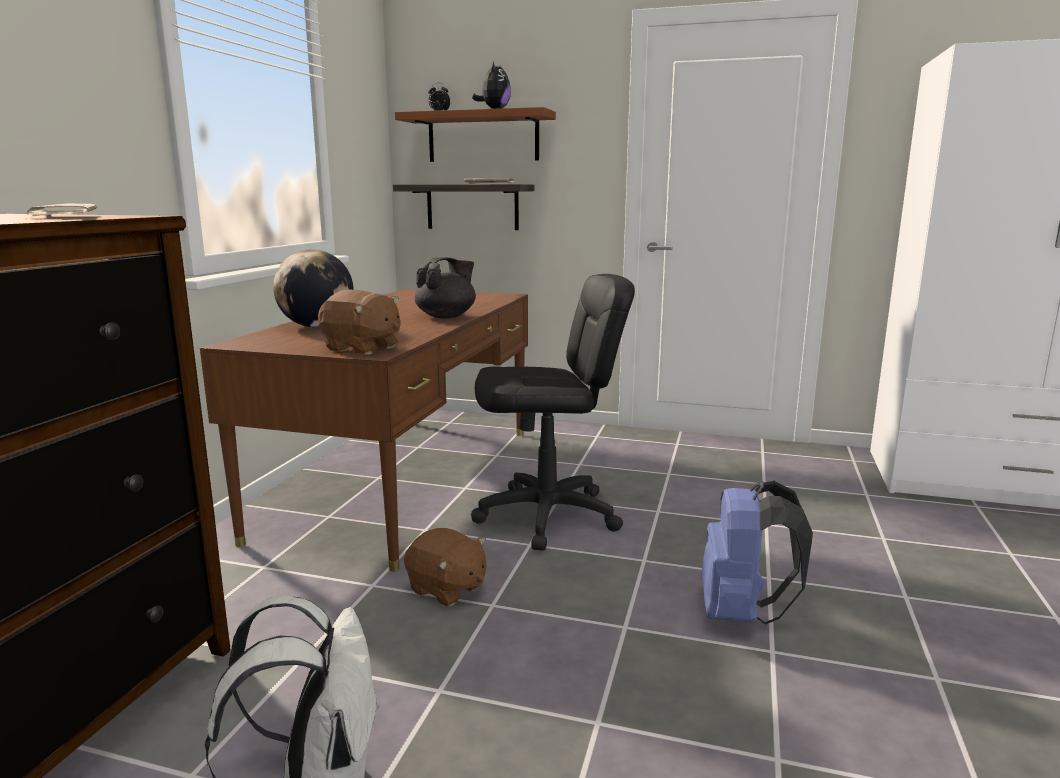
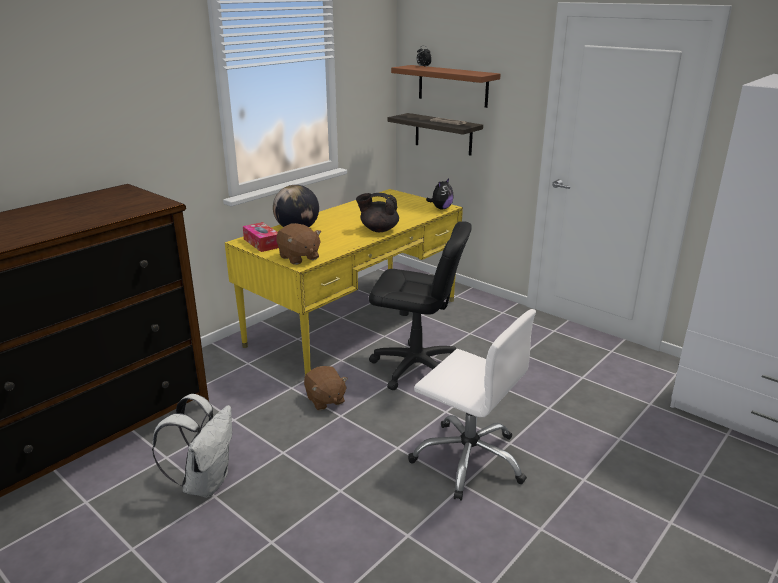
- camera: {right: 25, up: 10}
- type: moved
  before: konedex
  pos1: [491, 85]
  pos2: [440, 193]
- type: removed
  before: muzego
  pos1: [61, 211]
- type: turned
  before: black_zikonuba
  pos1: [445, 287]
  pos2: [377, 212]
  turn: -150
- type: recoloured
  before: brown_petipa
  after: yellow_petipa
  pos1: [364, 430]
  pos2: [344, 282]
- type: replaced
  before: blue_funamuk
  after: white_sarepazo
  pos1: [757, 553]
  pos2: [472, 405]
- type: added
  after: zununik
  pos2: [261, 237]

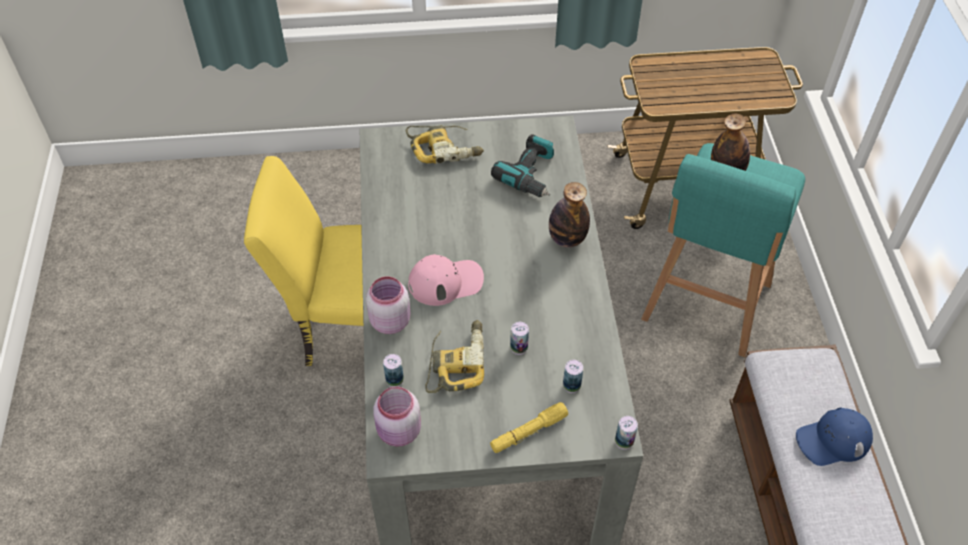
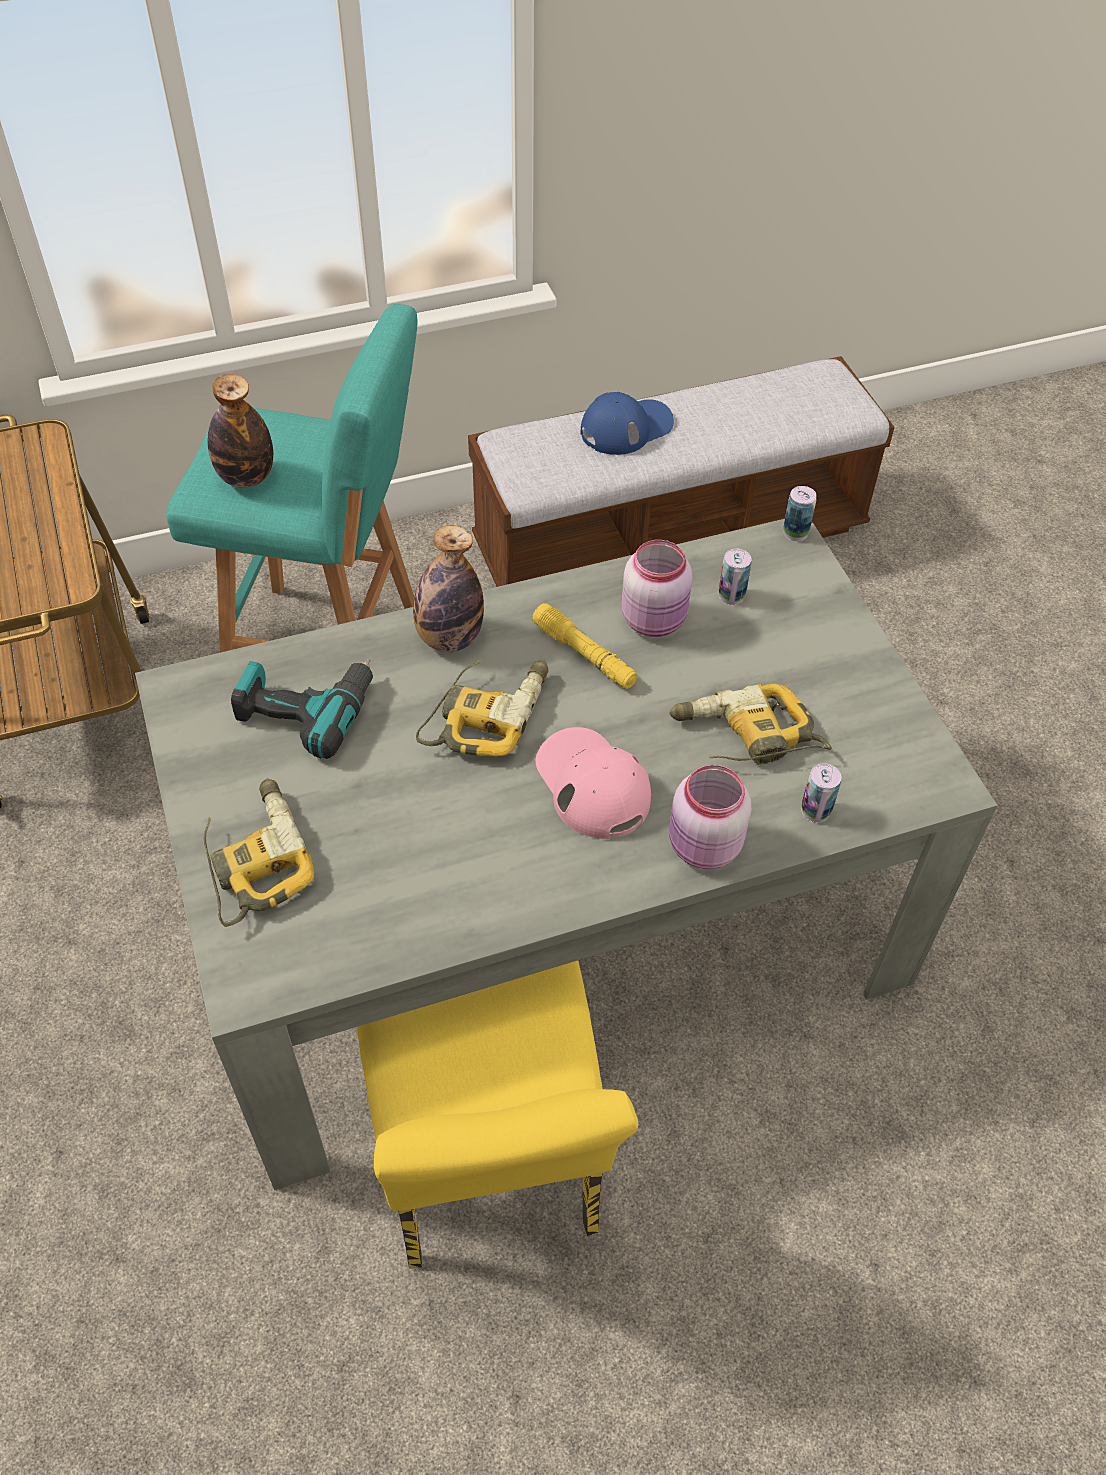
- camera: {right: -105, up: 0}
- type: removed
  before: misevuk
  pos1: [519, 338]
- type: moved
  before: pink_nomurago
  pos1: [397, 416]
  pos2: [657, 588]
- type: moved
  before: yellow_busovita
  pos1: [529, 427]
  pos2: [585, 646]
- type: turned
  before: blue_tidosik
  pos1: [834, 437]
  pos2: [627, 423]
  turn: -90
- type: added
  after: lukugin
  pos2: [482, 708]

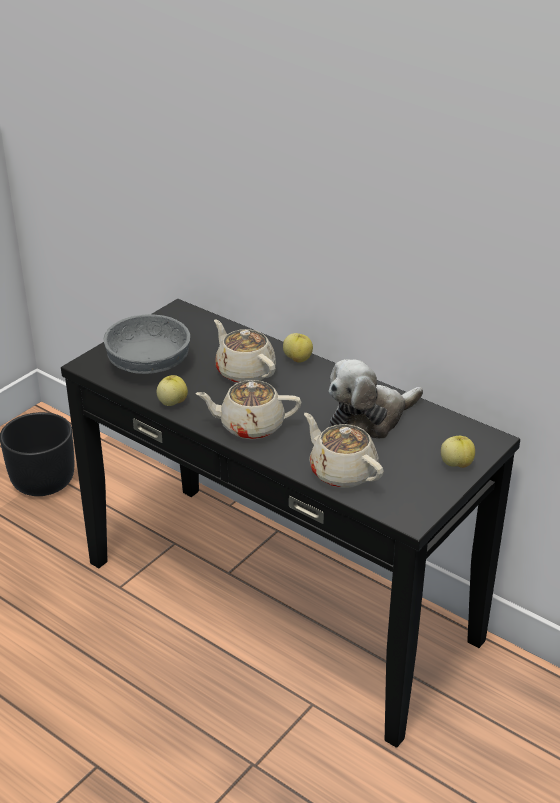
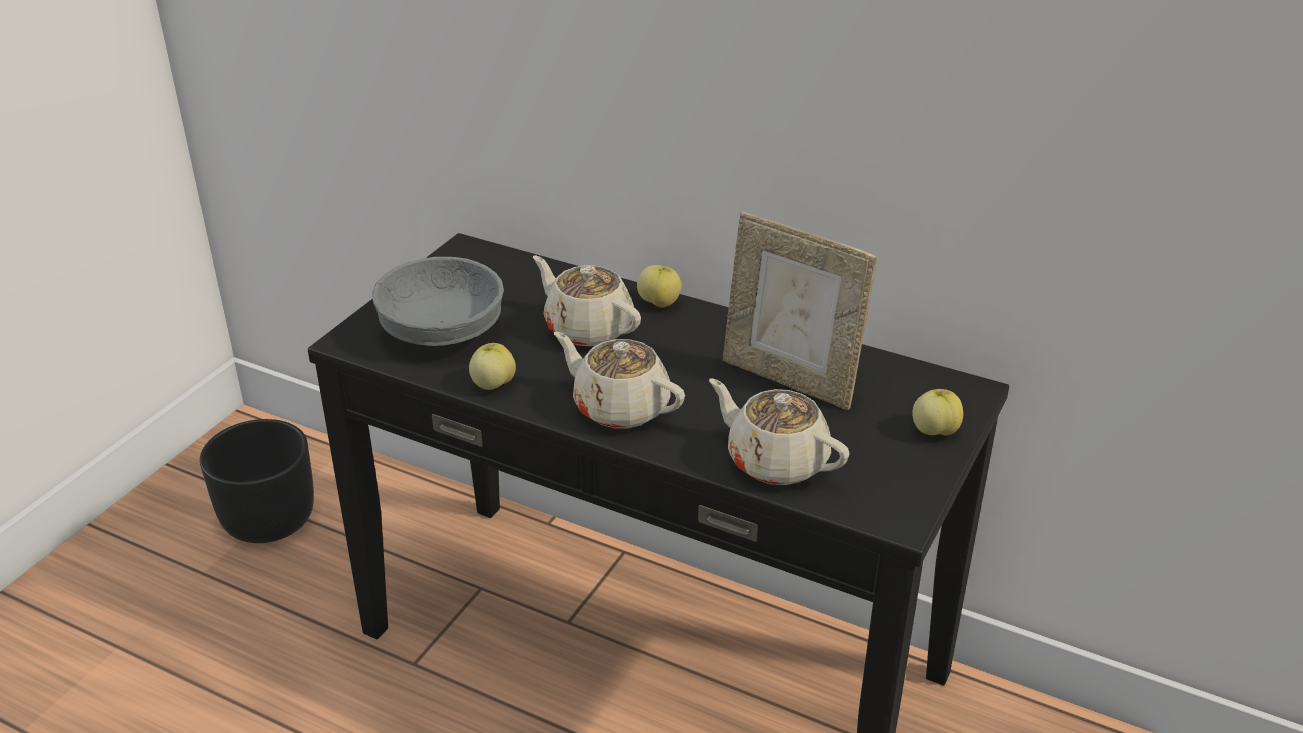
- camera: {right: -10, up: 0}
- type: replaced
  before: konedex
  after: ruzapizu
  pos1: [376, 399]
  pos2: [800, 311]
- type: turned
  before: beige_zikonuba
  pos1: [248, 410]
  pos2: [619, 380]
  turn: 45

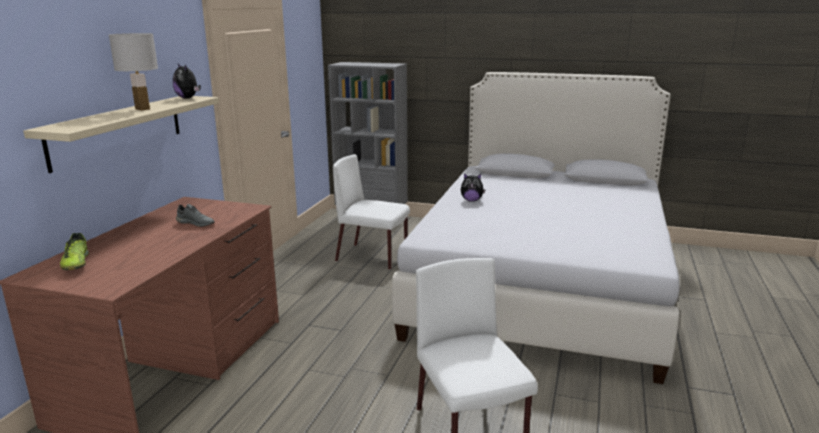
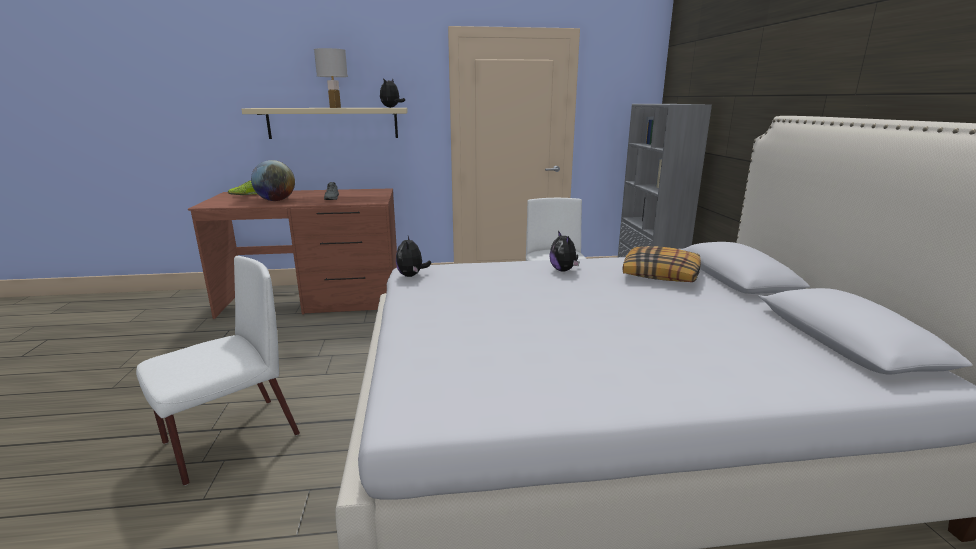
- camera: {right: 65, up: 0}
- type: added
  after: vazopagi
  pos2: [273, 180]
- type: added
  after: konedex
  pos2: [413, 256]
- type: added
  after: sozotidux
  pos2: [662, 264]

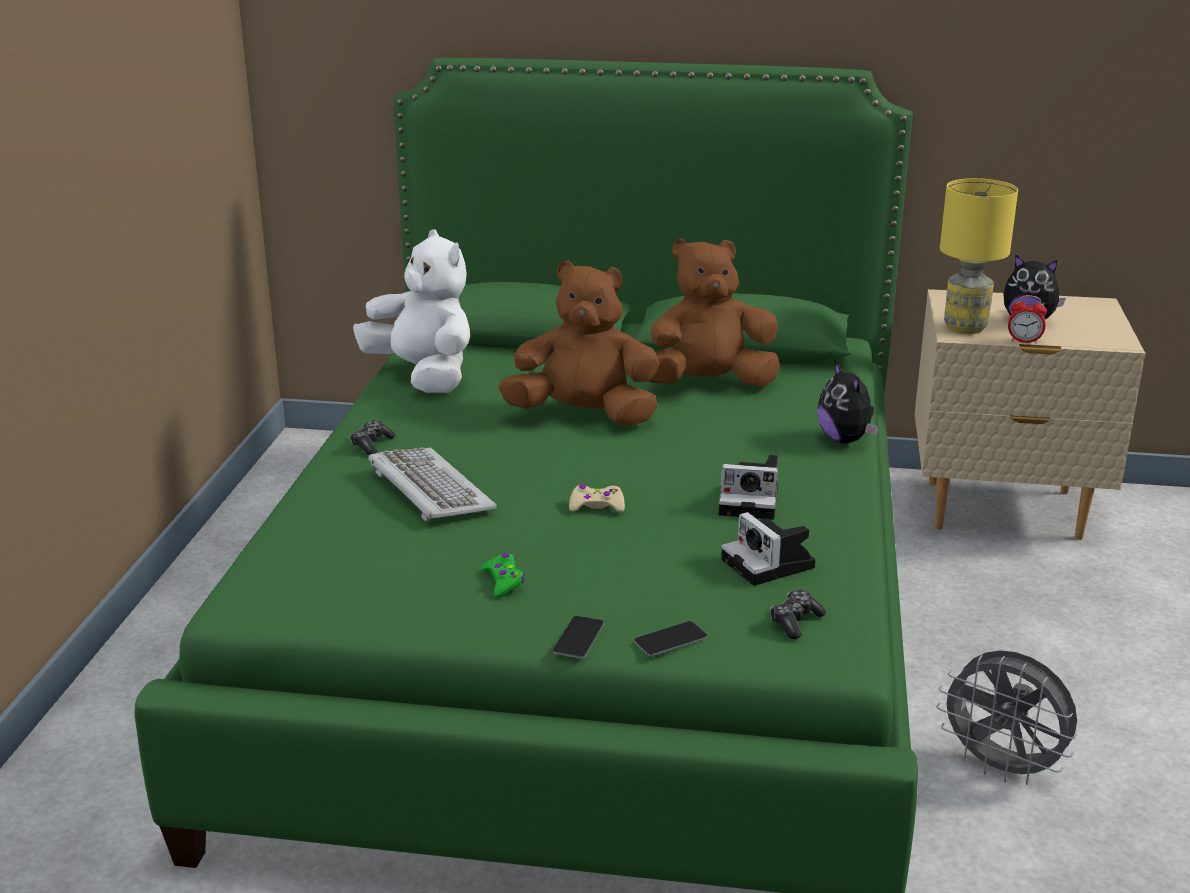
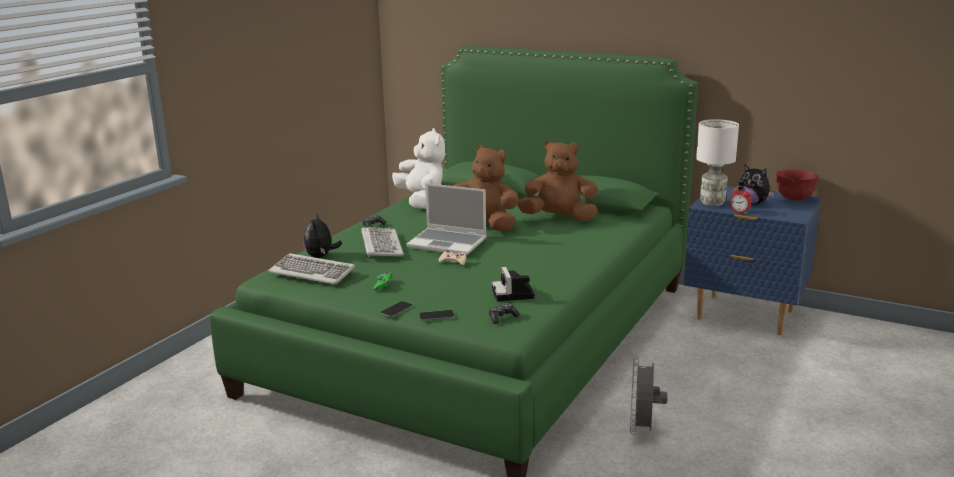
- camera: {right: 20, up: -5}
- type: recoloured
  before: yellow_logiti
  after: white_logiti
  pos1: [979, 256]
  pos2: [717, 162]
- type: recoloured
  before: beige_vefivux
  after: blue_vefivux
  pos1: [1030, 414]
  pos2: [752, 260]
- type: moved
  before: konedex
  pos1: [848, 402]
  pos2: [323, 236]
- type: removed
  before: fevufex
  pos1: [748, 487]
- type: turned
  before: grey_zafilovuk
  pos1: [1006, 717]
  pos2: [649, 396]
  turn: 45
- type: added
  after: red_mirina
  pos2: [796, 185]
- type: added
  after: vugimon
  pos2: [446, 219]
- type: added
  after: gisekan
  pos2: [312, 268]

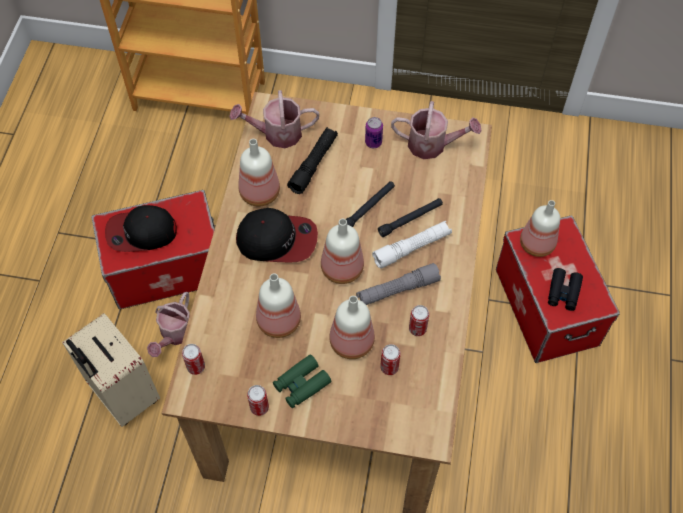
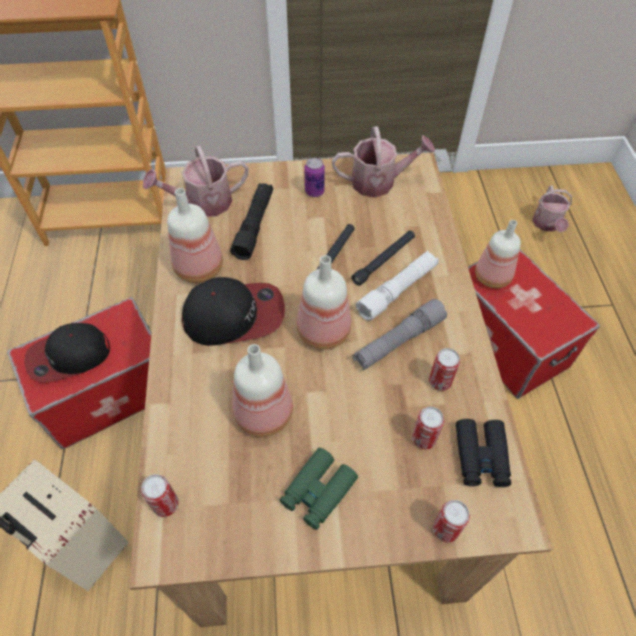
- camera: {right: -15, up: -5}
- type: moved
  before: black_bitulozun
  pos1: [565, 289]
  pos2: [483, 453]
- type: moved
  before: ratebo
  pos1: [168, 324]
  pos2: [552, 209]
- type: removed
  before: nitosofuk
  pos1: [352, 327]
- type: moved
  before: misevuk
  pos1: [258, 400]
  pos2: [451, 521]

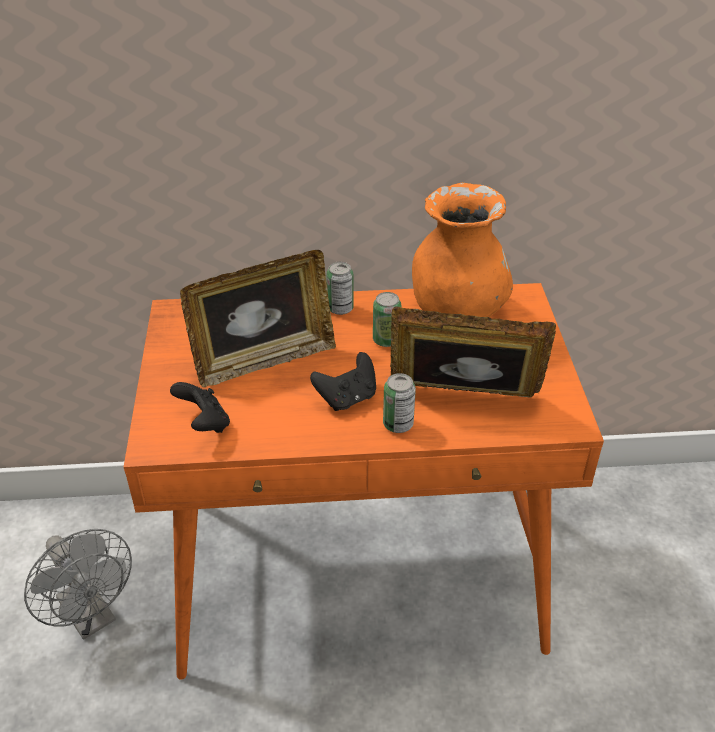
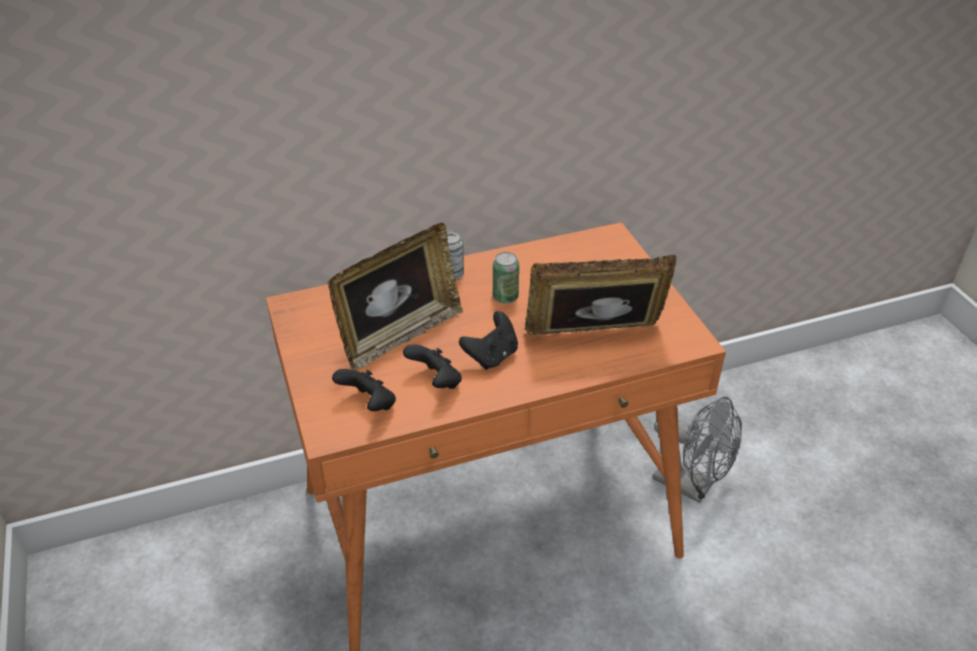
- camera: {right: -15, up: 0}
- type: removed
  before: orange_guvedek
  pos1: [462, 250]
- type: removed
  before: misevuk
  pos1: [399, 403]
- type: moved
  before: grey_zafilovuk
  pos1: [78, 584]
  pos2: [697, 450]
- type: added
  after: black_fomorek
  pos2: [432, 366]

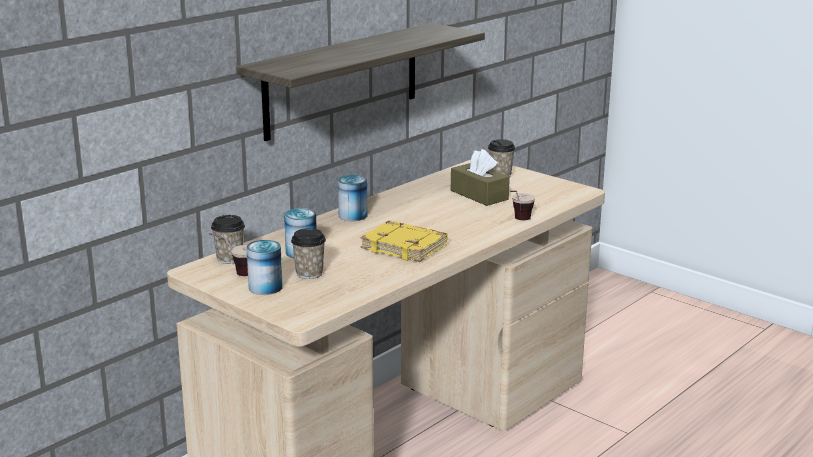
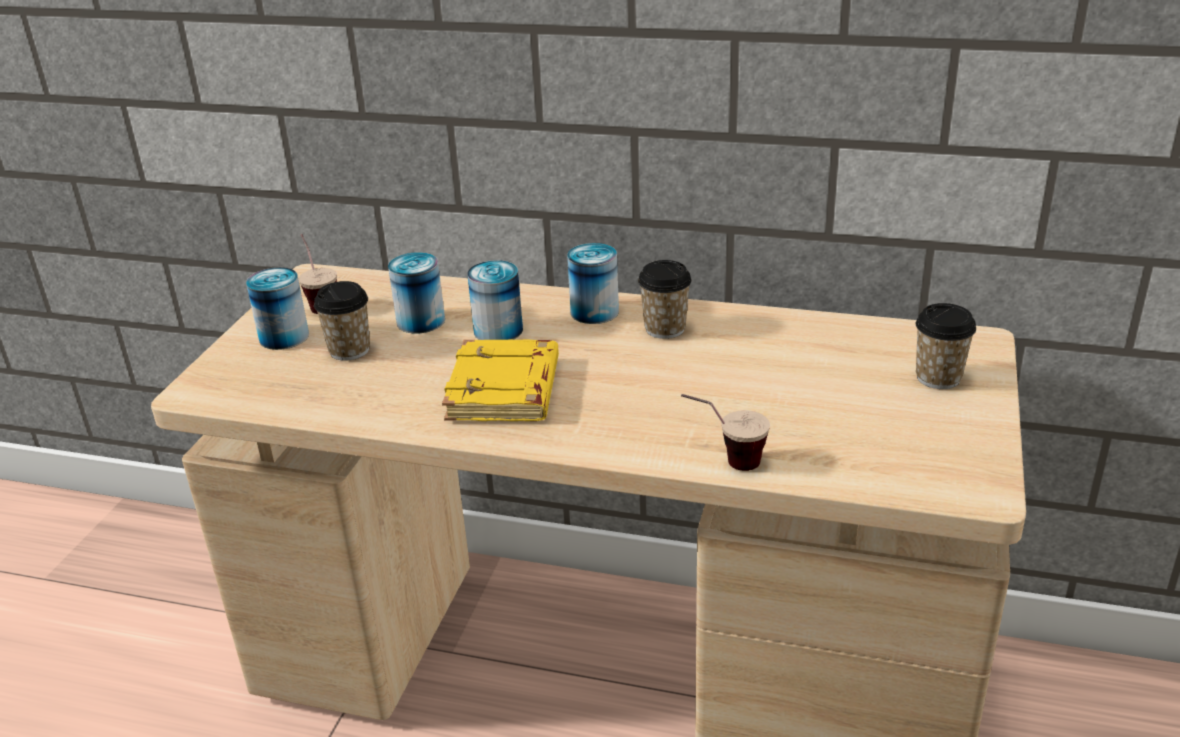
- camera: {right: 65, up: 10}
- type: removed
  before: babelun
  pos1: [360, 82]
- type: removed
  before: brown_zununik
  pos1: [480, 177]
- type: moved
  before: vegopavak
  pos1: [228, 239]
  pos2: [665, 299]
- type: added
  after: misevuk
  pos2: [495, 300]

